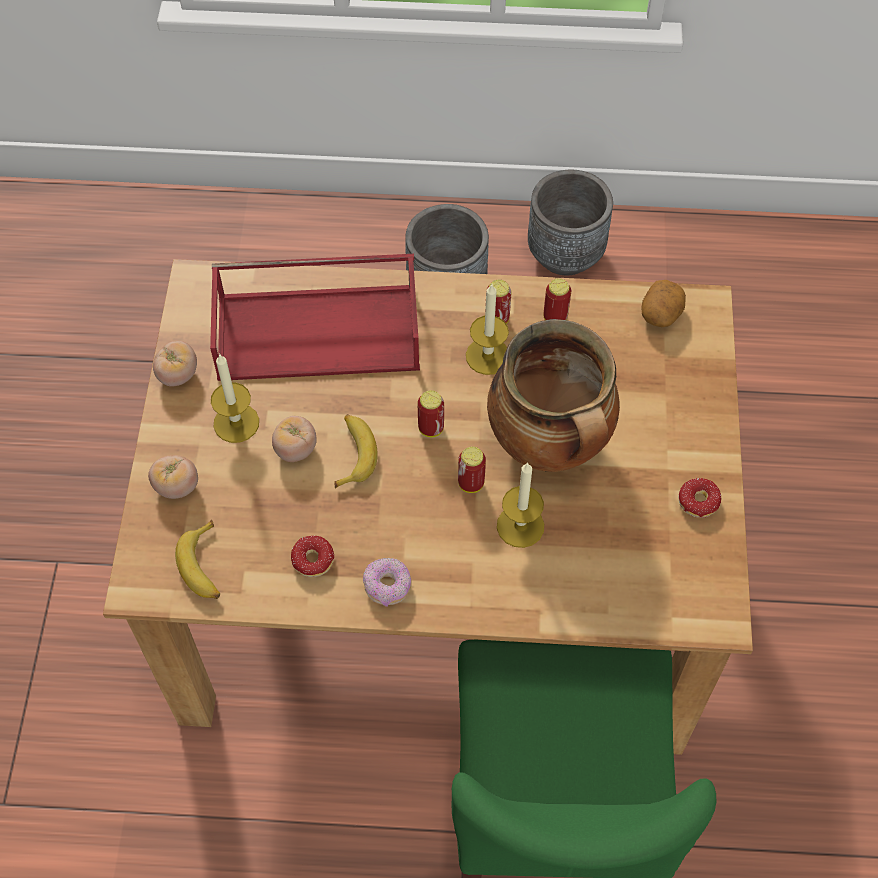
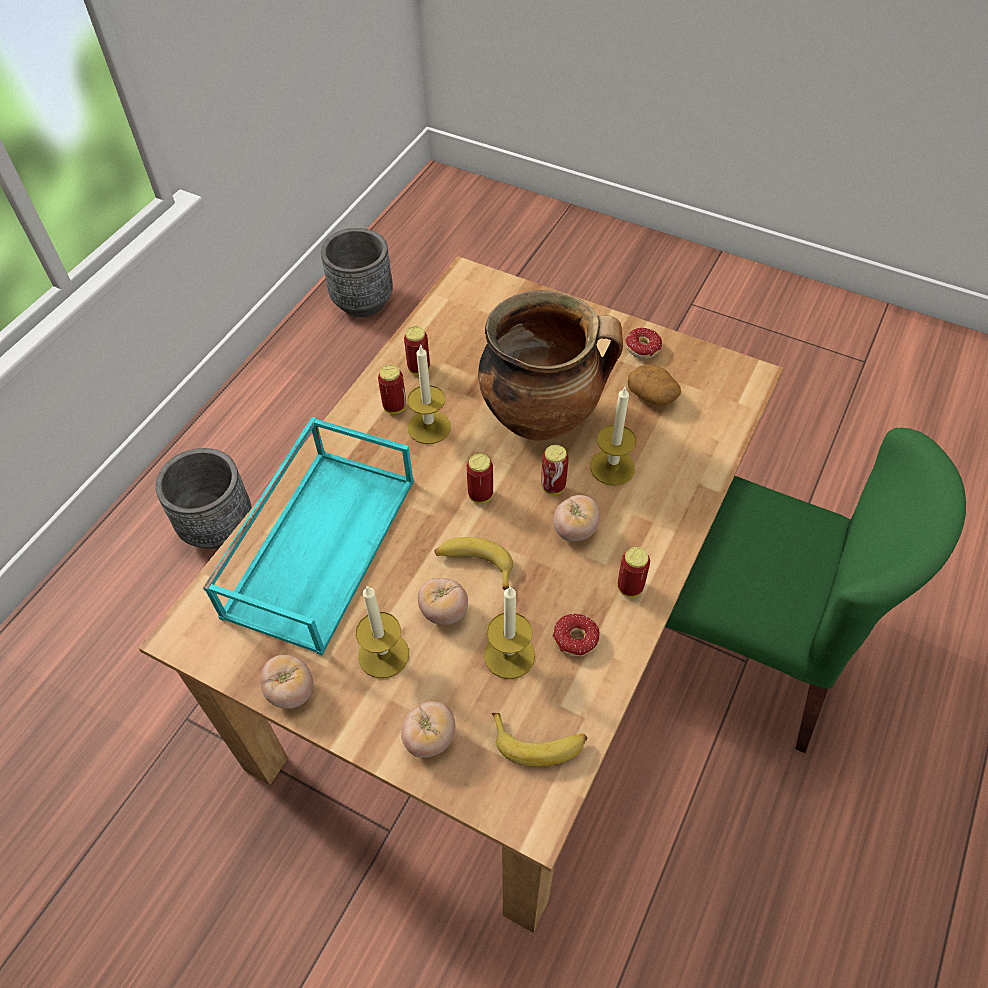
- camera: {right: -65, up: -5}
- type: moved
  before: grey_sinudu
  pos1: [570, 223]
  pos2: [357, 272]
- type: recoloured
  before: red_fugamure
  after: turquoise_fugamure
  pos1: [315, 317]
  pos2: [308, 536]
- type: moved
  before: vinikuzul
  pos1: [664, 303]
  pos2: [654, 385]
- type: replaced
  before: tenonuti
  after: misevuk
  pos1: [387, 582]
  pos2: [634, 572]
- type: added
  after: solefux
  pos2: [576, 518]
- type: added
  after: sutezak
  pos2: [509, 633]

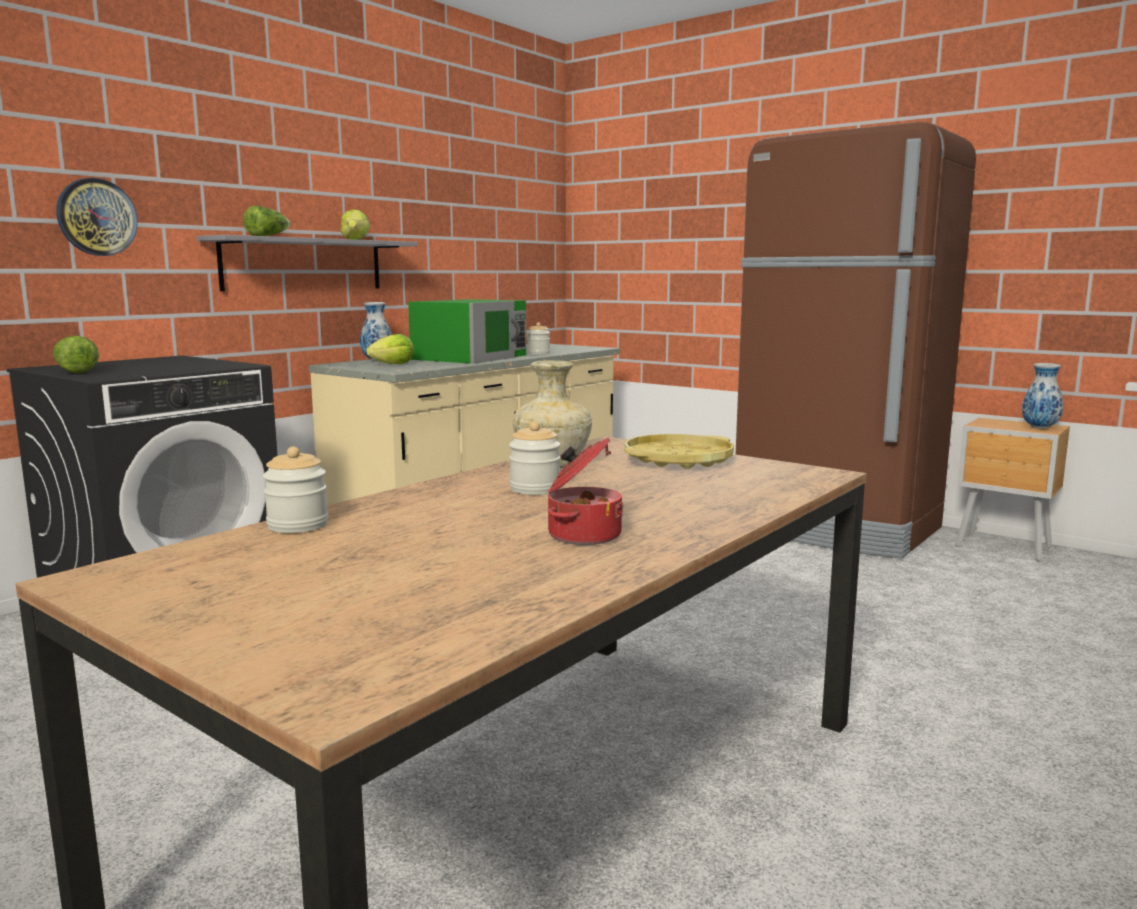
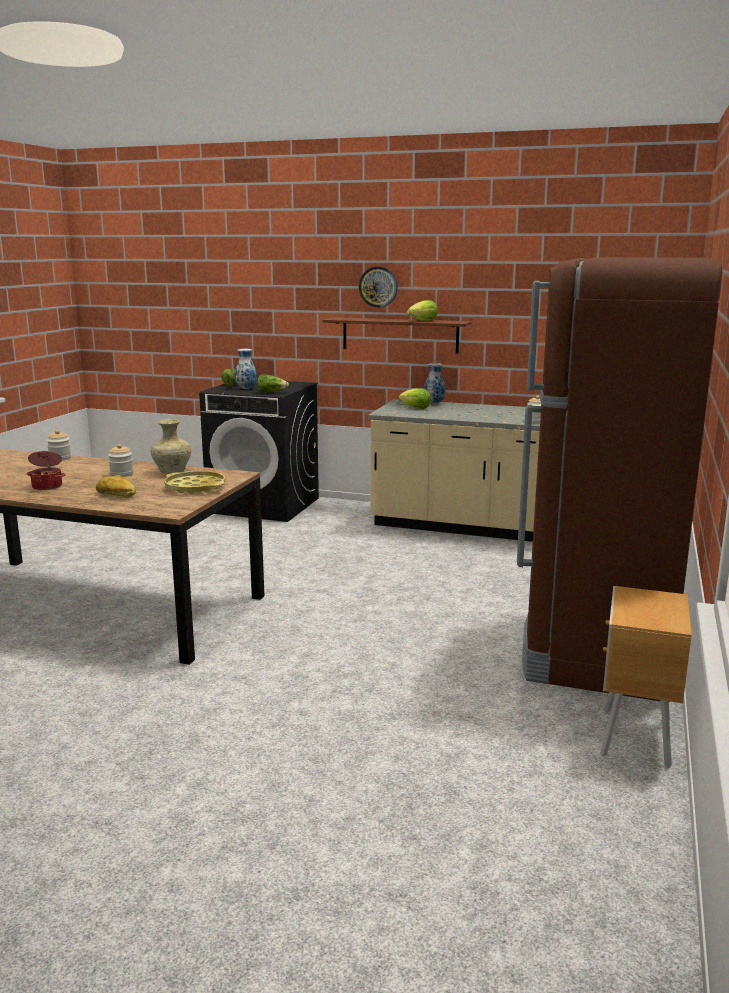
- camera: {right: 70, up: 5}
- type: moved
  before: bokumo
  pos1: [97, 217]
  pos2: [378, 287]
- type: moved
  before: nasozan
  pos1: [267, 221]
  pos2: [273, 383]
- type: recoloured
  before: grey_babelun
  after: brown_babelun
  pos1: [307, 263]
  pos2: [397, 335]
- type: removed
  before: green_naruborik
  pos1: [467, 331]
- type: moved
  before: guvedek
  pos1: [1043, 396]
  pos2: [246, 369]
- type: added
  after: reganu
  pos2: [116, 486]

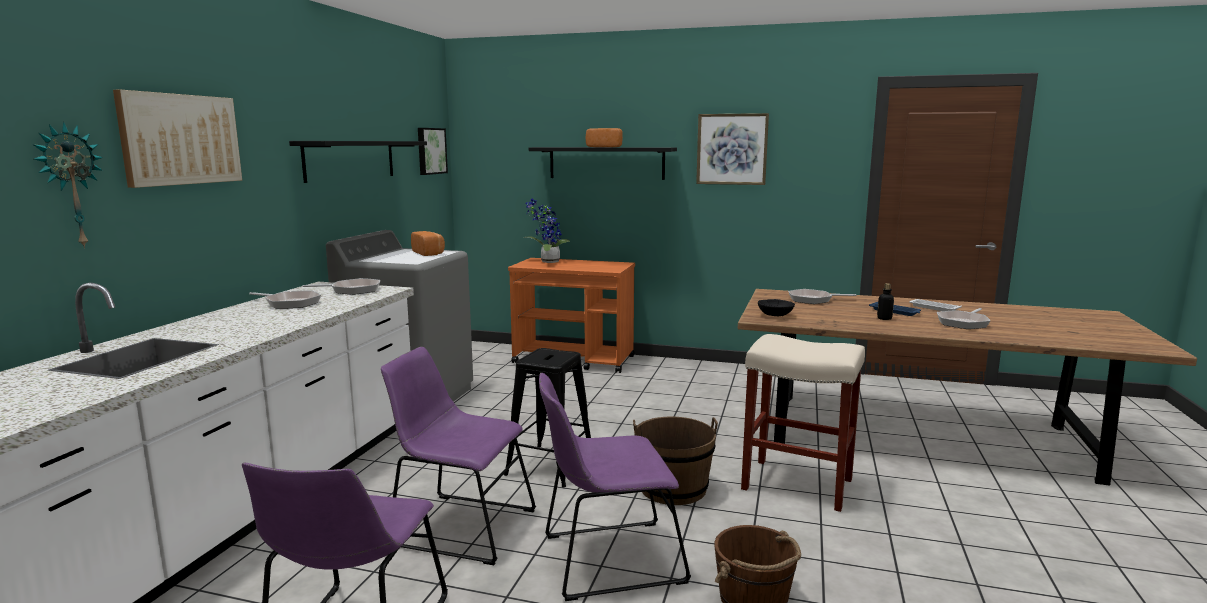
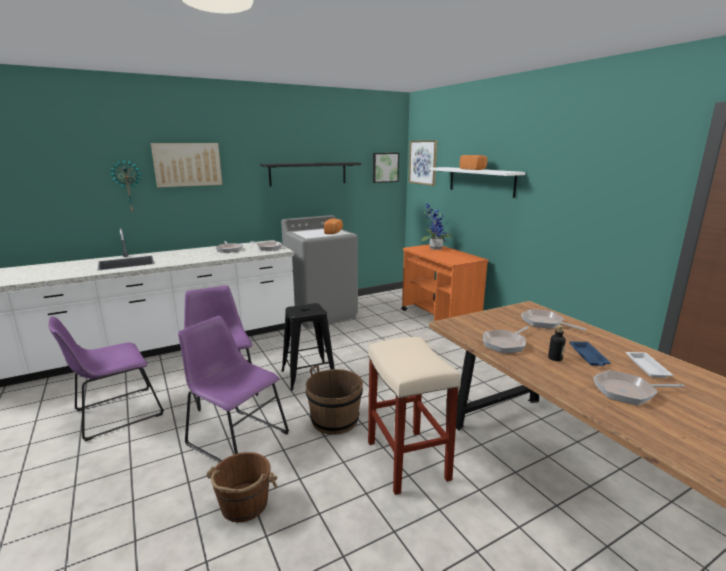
- camera: {right: 45, up: 5}
- type: moved
  before: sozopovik
  pos1: [732, 149]
  pos2: [422, 163]
- type: recoloured
  before: black_babelun
  after: white_babelun
  pos1: [603, 163]
  pos2: [477, 182]
- type: removed
  before: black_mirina
  pos1: [776, 307]
- type: added
  after: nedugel
  pos2: [506, 339]

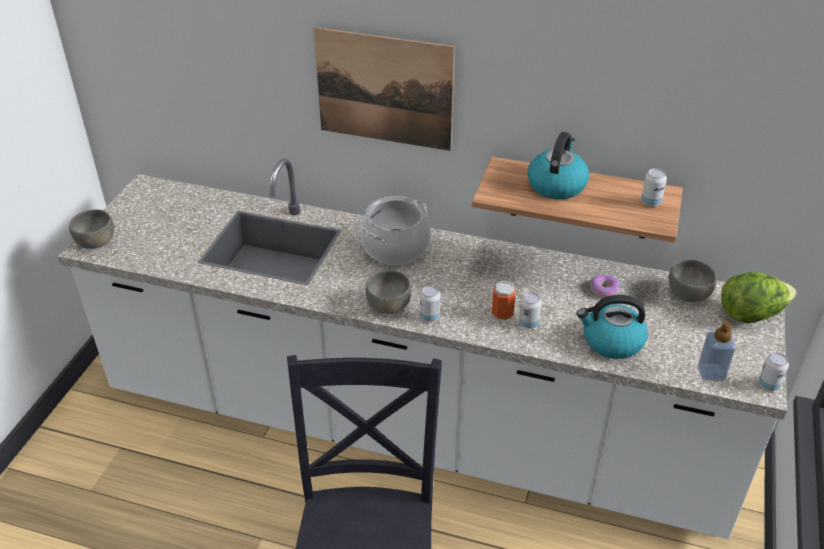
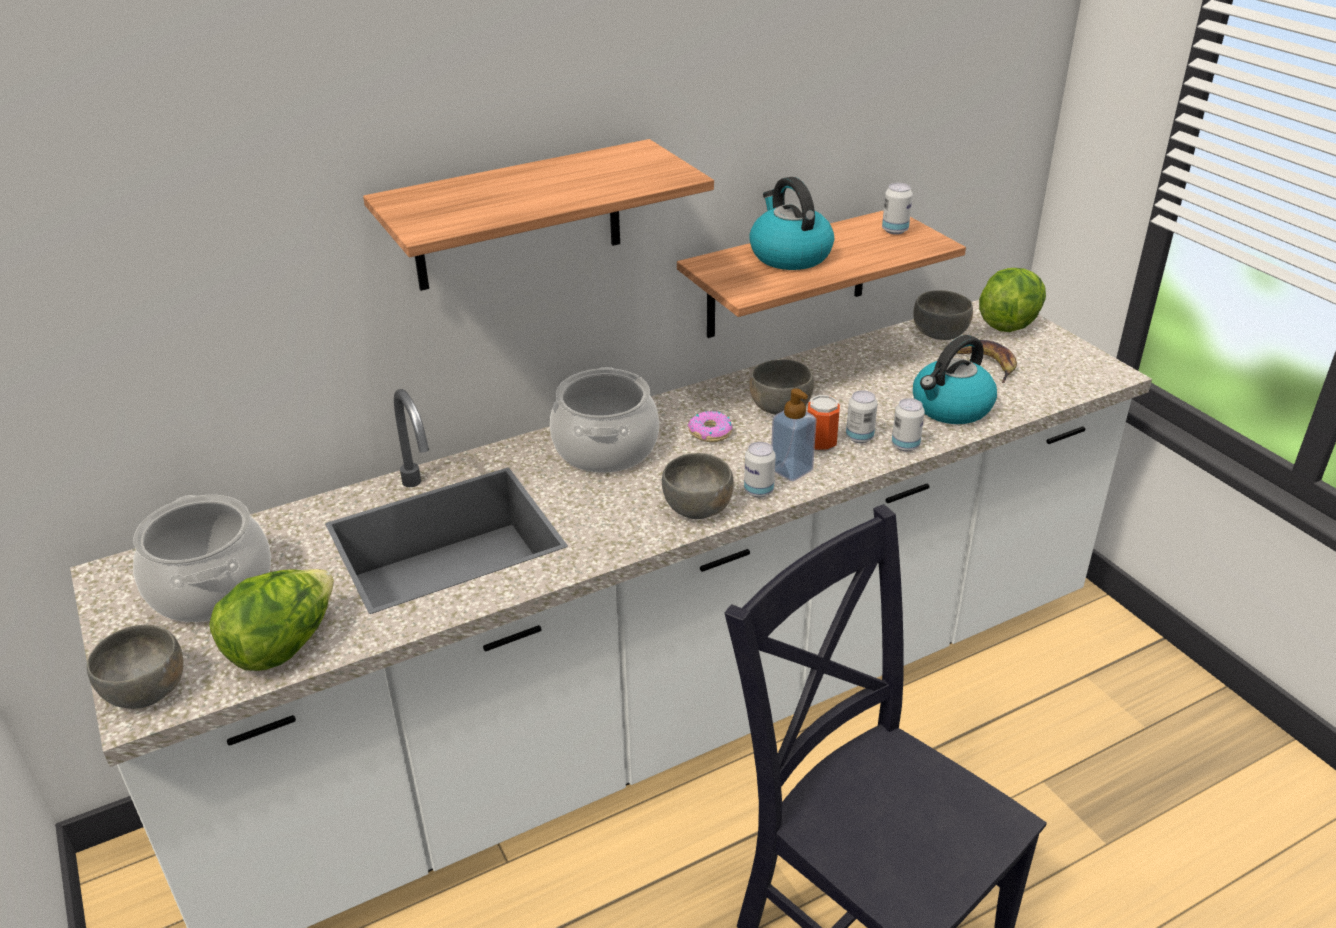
- camera: {right: -45, up: -5}
- type: replaced
  before: sozopovik
  after: babelun
  pos1: [384, 89]
  pos2: [538, 215]
- type: moved
  before: tenonuti
  pos1: [605, 286]
  pos2: [709, 426]
- type: moved
  before: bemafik
  pos1: [717, 351]
  pos2: [794, 434]
- type: moved
  before: misevuk
  pos1: [773, 371]
  pos2: [908, 424]
- type: added
  after: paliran
  pos2: [986, 361]
- type: added
  after: grey_mirina
  pos2: [781, 387]
- type: added
  after: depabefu
  pos2: [202, 558]
- type: added
  after: nasozan
  pos2: [271, 620]

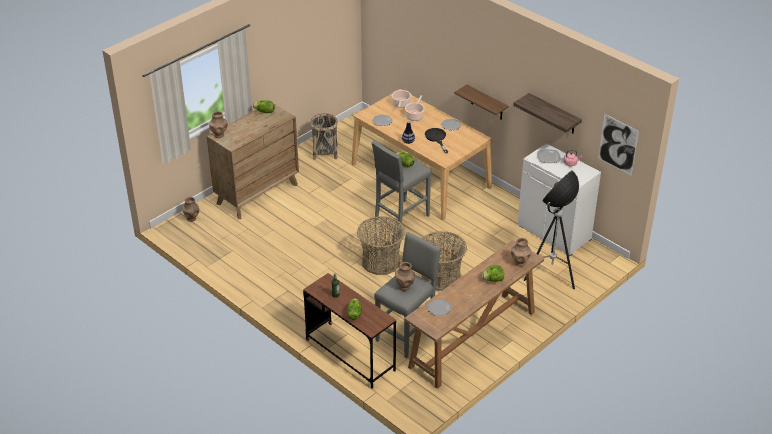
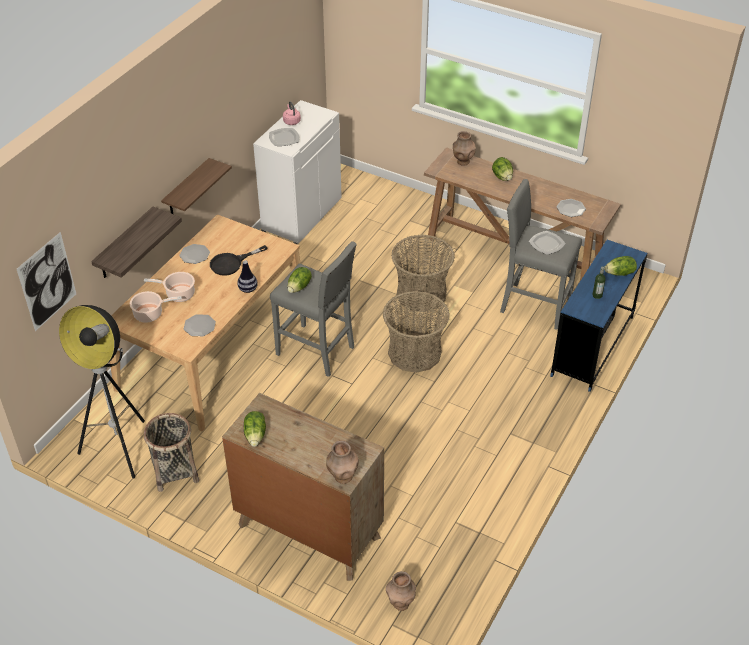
- camera: {right: -105, up: 5}
- type: moved
  before: babelun
  pos1: [547, 113]
  pos2: [136, 242]
- type: moved
  before: sozopovik
  pos1: [618, 145]
  pos2: [46, 281]
- type: moved
  before: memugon
  pos1: [551, 229]
  pos2: [102, 391]
- type: replaced
  before: brown_guvedek
  after: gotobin
  pos1: [405, 276]
  pos2: [547, 243]
- type: recoloured
  before: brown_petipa
  after: blue_petipa
  pos1: [349, 331]
  pos2: [598, 316]

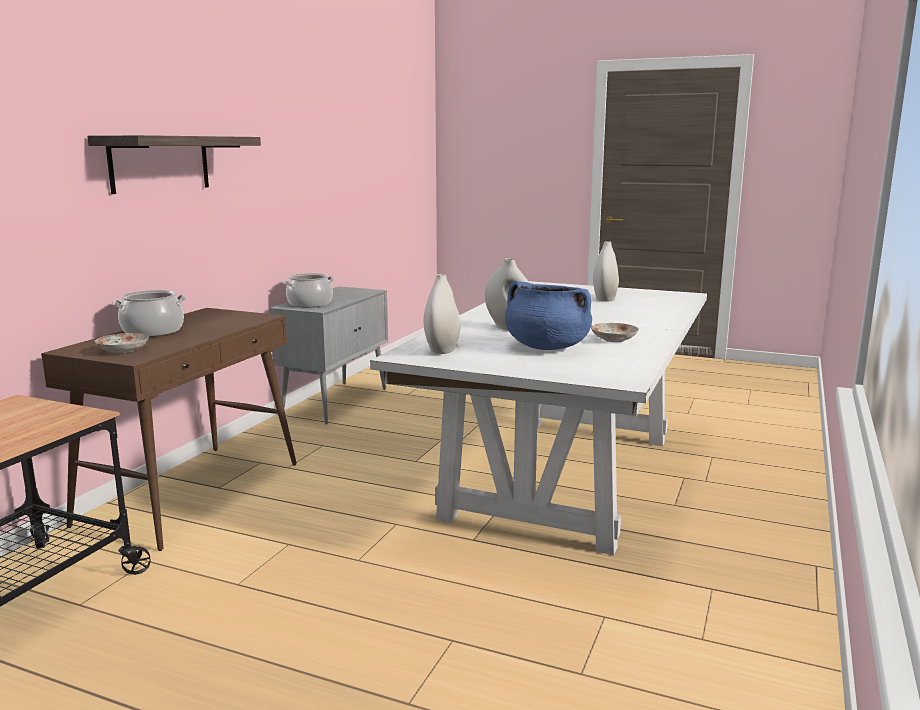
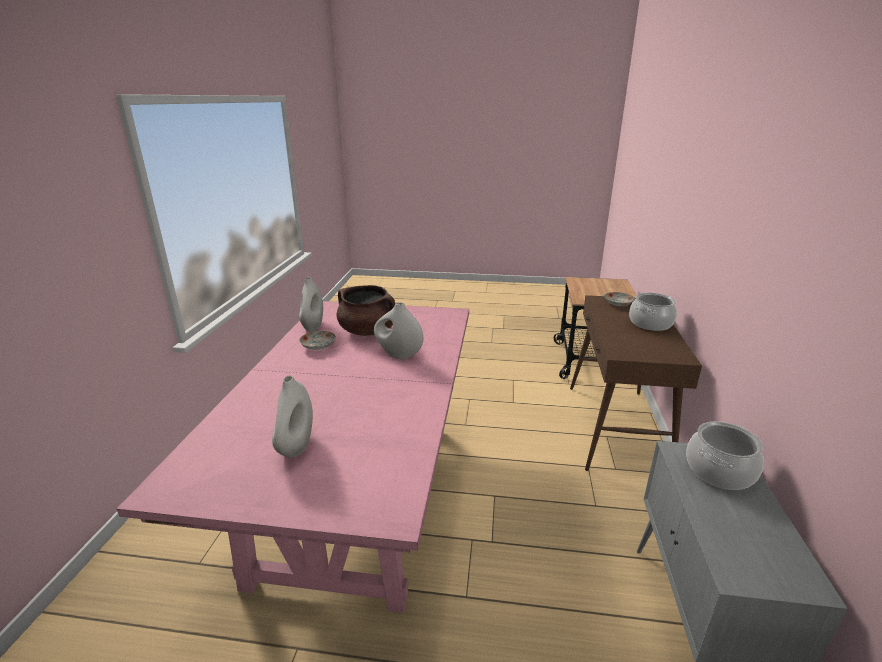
- camera: {right: 165, up: 10}
- type: removed
  before: babelun
  pos1: [174, 164]
- type: moved
  before: white_guvedek
  pos1: [442, 314]
  pos2: [311, 304]
- type: recoloured
  before: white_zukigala
  after: pink_zukigala
  pos1: [538, 418]
  pos2: [293, 457]
- type: recoloured
  before: blue_depabefu
  after: brown_depabefu
  pos1: [548, 315]
  pos2: [366, 310]

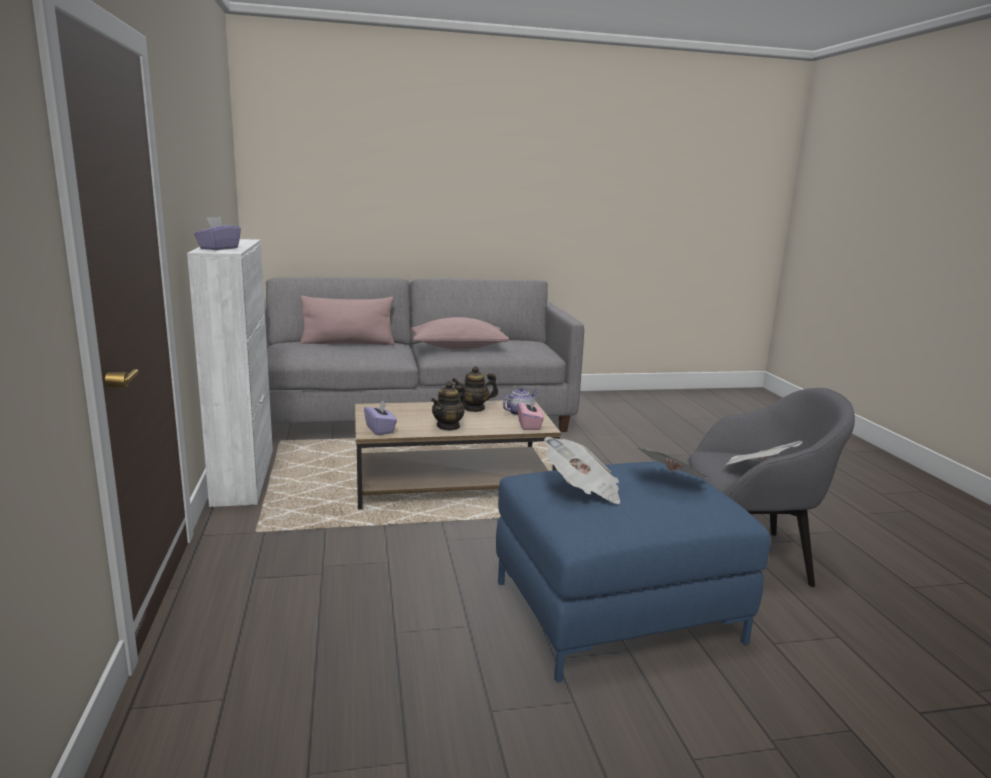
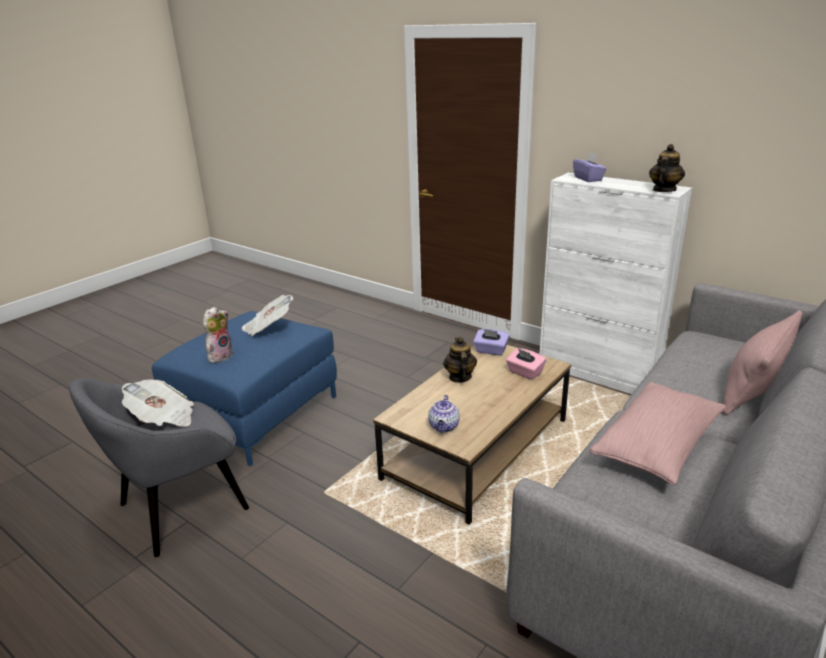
- camera: {right: 140, up: 10}
- type: moved
  before: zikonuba
  pos1: [475, 389]
  pos2: [667, 168]
- type: moved
  before: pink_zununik
  pos1: [530, 414]
  pos2: [526, 364]
- type: replaced
  before: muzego
  after: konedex
  pos1: [672, 463]
  pos2: [218, 335]

